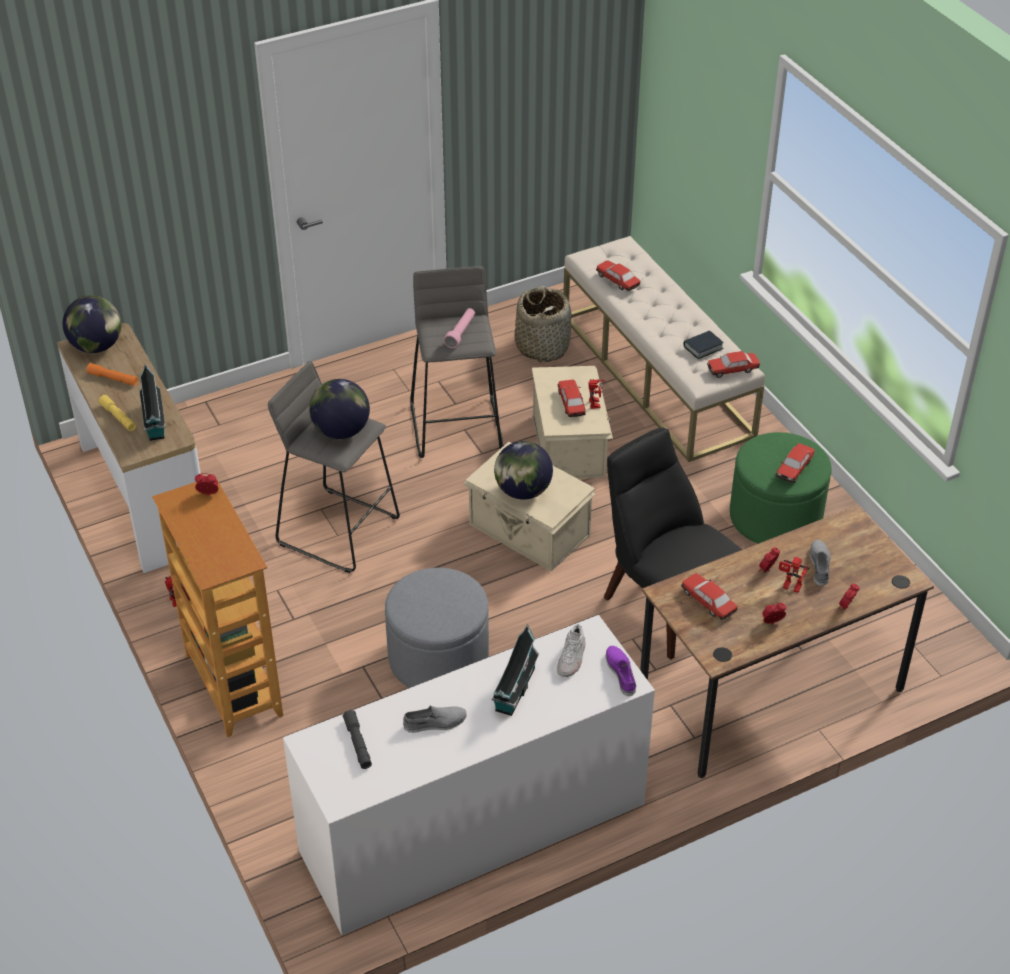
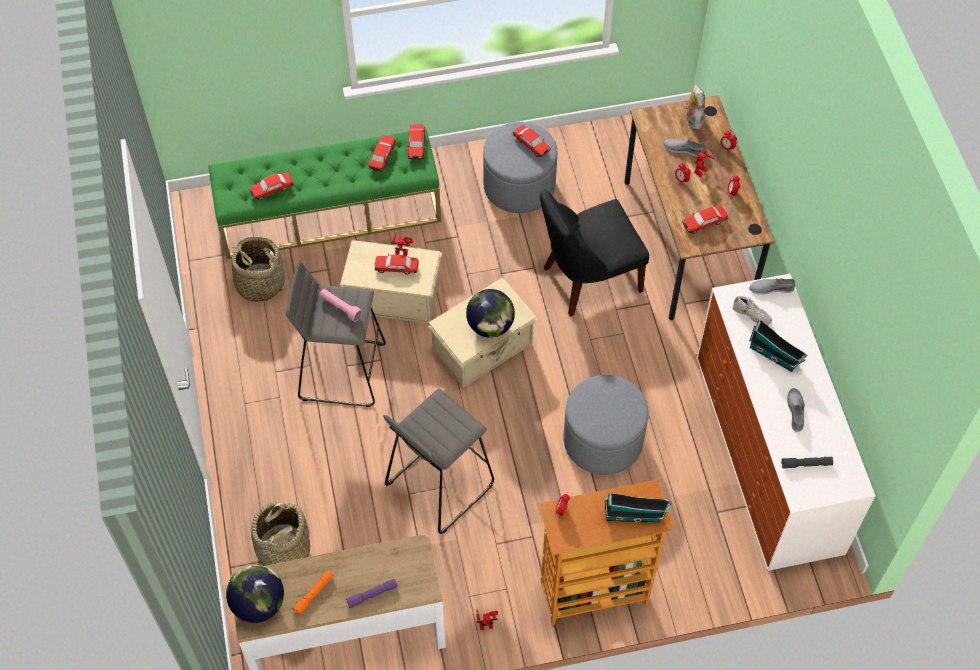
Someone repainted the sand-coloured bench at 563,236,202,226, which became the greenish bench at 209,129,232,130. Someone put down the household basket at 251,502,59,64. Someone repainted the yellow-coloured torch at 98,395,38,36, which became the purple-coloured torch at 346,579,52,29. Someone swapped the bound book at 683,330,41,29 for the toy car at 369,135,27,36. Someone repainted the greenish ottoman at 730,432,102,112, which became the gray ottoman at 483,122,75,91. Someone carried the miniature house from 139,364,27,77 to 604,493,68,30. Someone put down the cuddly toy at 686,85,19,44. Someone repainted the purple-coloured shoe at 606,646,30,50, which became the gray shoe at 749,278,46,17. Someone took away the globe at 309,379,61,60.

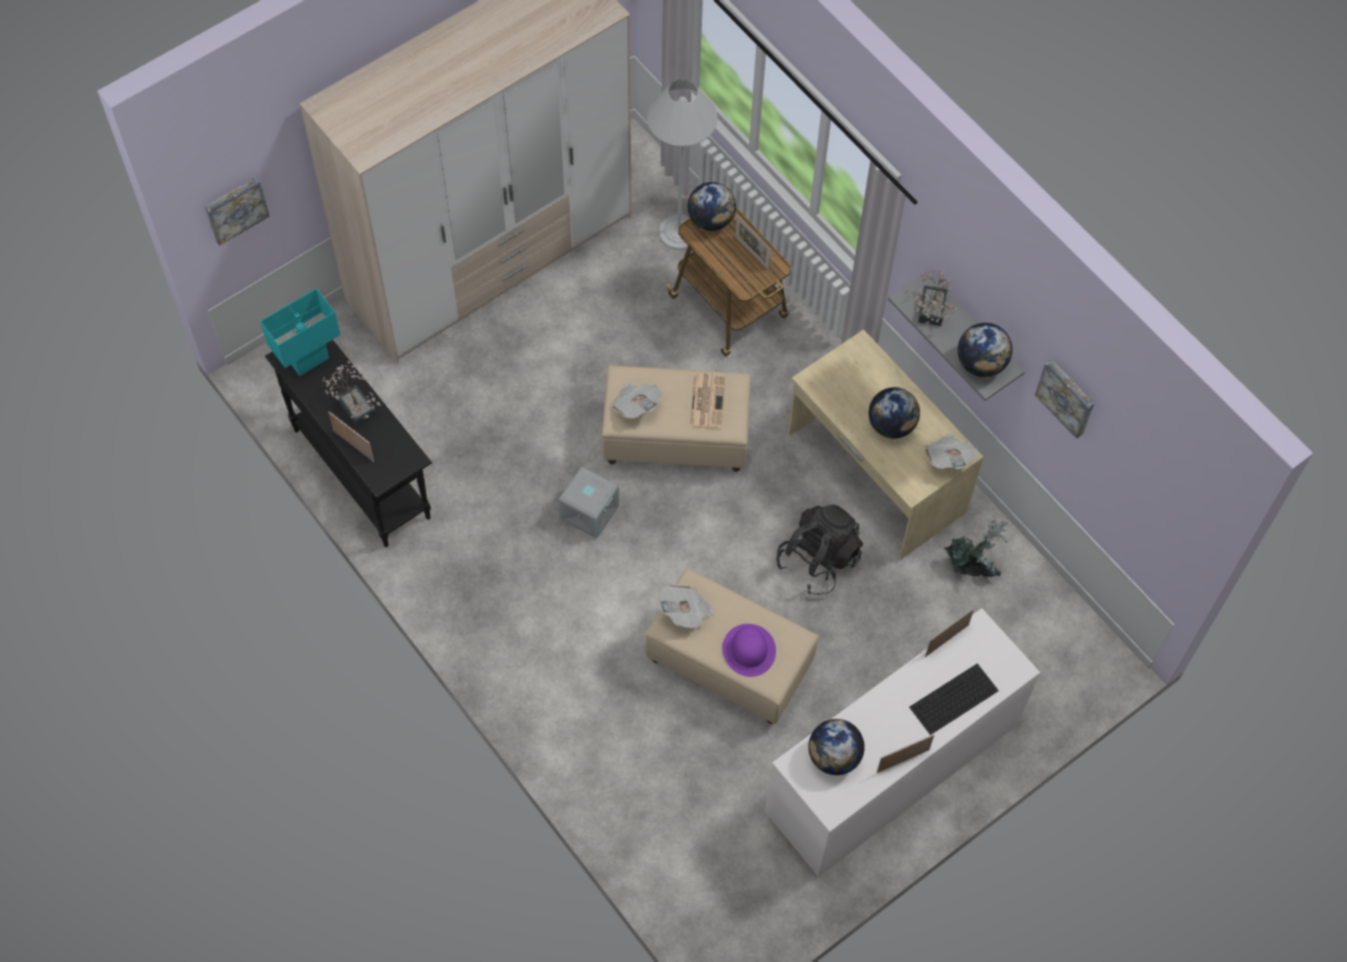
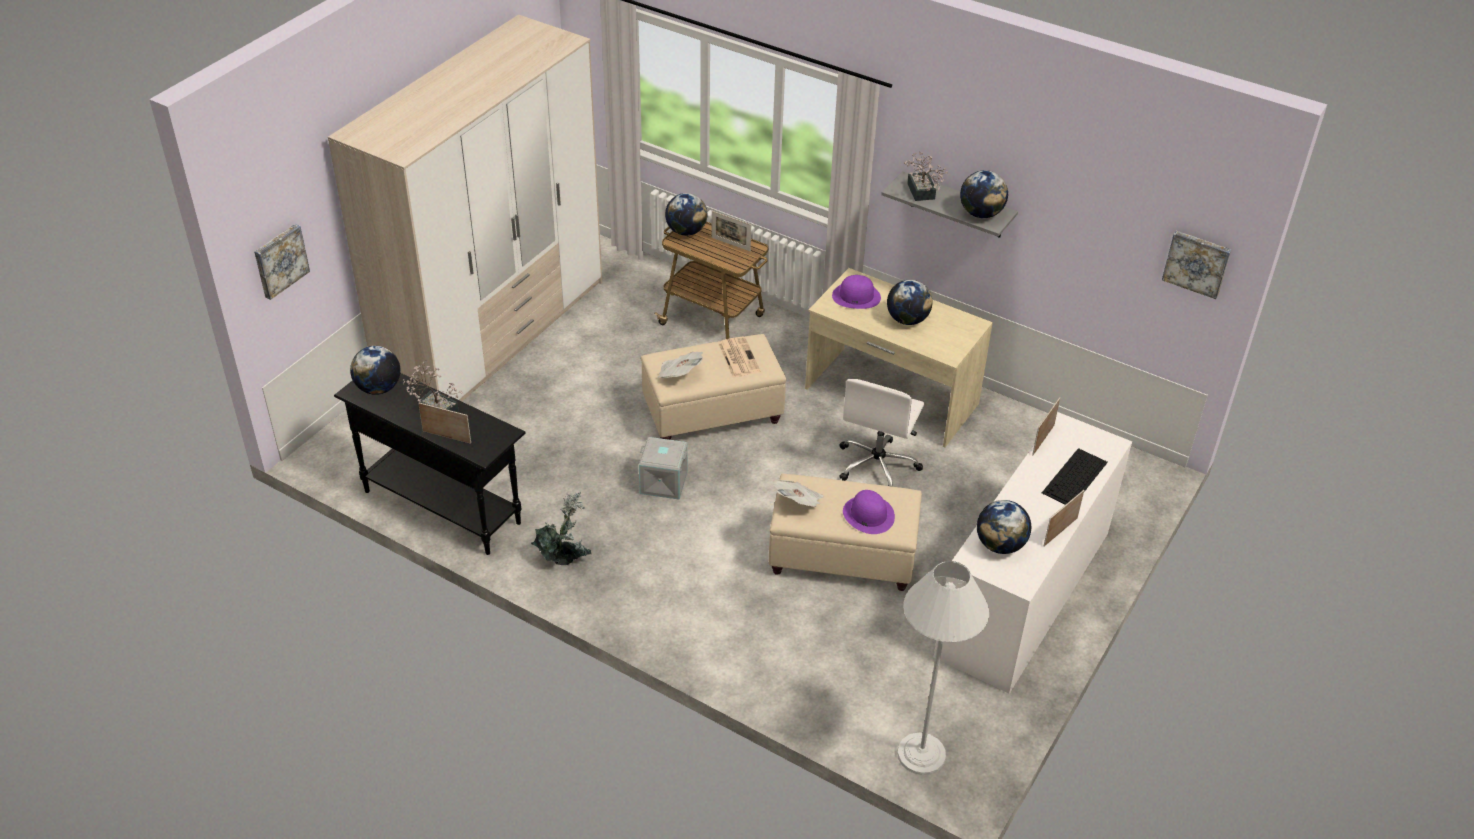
Someone swapped the blue-green tabletop lamp at 260,288,80,88 for the globe at 350,346,51,49. Someone carried the houseplant from 944,515,64,62 to 531,492,61,73. Someone put down the purple-coloured wearable hat at 832,275,49,34. Someone swapped the black backpack at 776,504,87,91 for the whitish office chair at 839,379,85,108. Someone carried the whitish floor lamp from 647,79,71,171 to 897,561,92,214. Someone carried the wall art from 1035,360,60,79 to 1162,231,70,68. Someone took away the printed paper at 925,434,53,36.

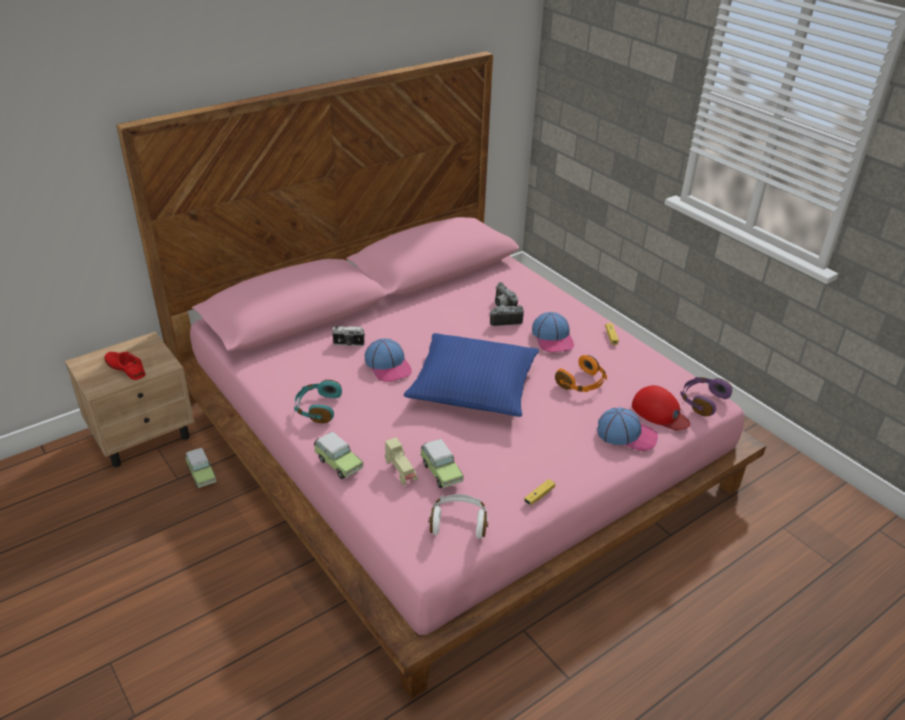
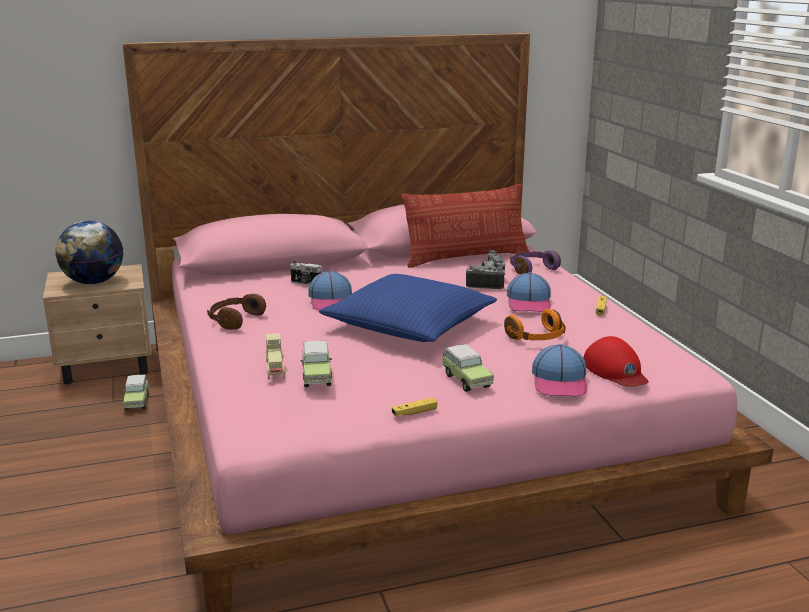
Someone swapped the red-coloured shoe at 104,352,42,28 for the globe at 56,221,67,63. Someone repainted the blue-green pair of headphones at 294,380,48,43, which became the brown pair of headphones at 207,294,59,36. Someone put down the cushion at 401,184,128,84. Someone carried the toy car from 314,431,49,48 to 442,344,52,48. Someone carried the purple-coloured pair of headphones from 680,377,52,40 to 510,250,51,25. Someone rotated the cap at 597,407,61,44 by 60 degrees clockwise. Someone took away the whitish pair of headphones at 429,494,59,45.

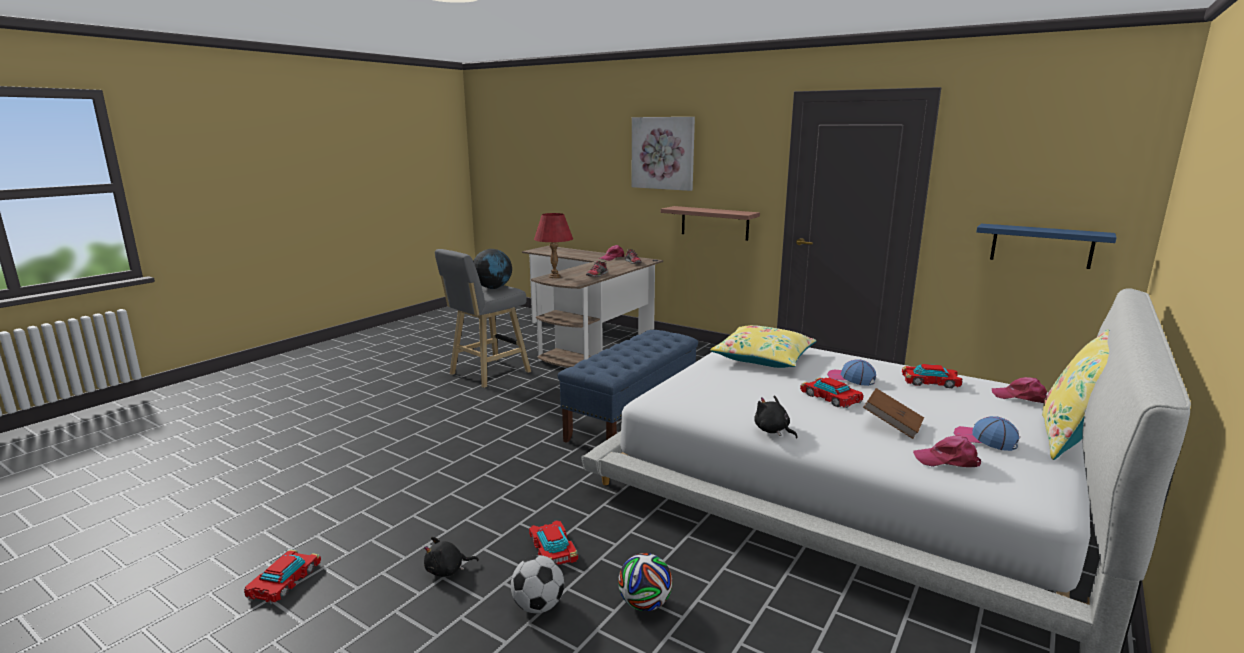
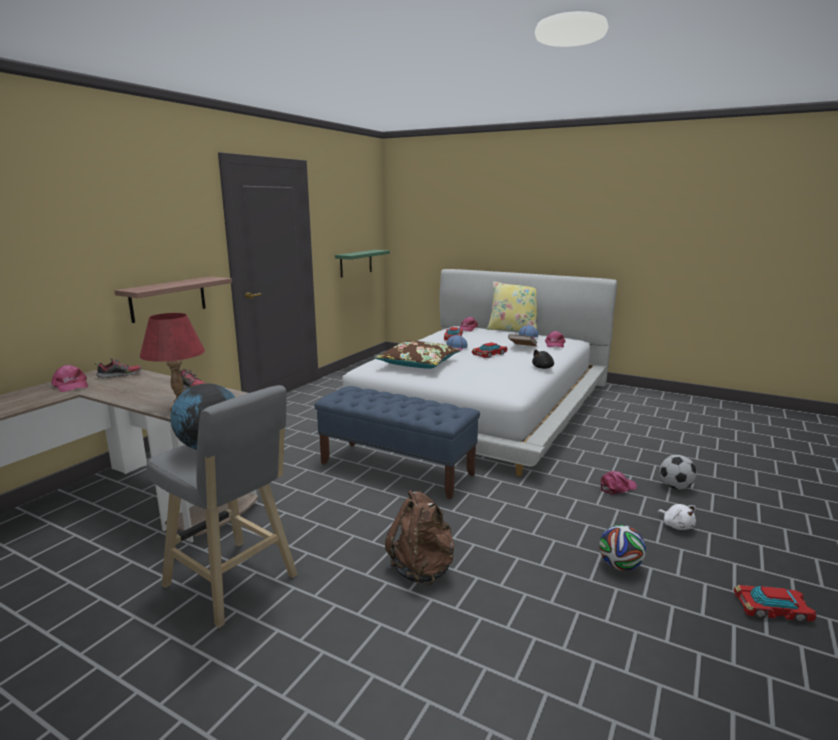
Someone repainted the blue-coloured bracket shelf at 976,224,141,45, which became the greenish bracket shelf at 335,250,55,28. Someone repainted the yellow-coloured cushion at 710,325,107,43, which became the brown cushion at 375,341,85,28. Someone put down the brown backpack at 385,490,70,95. Someone carried the ball for football from 618,553,55,58 to 599,525,47,46. Someone swapped the toy car at 529,520,49,45 for the pink-coloured cap at 601,471,36,24. Someone repainted the black cuddly toy at 424,537,55,40, which became the whitish cuddly toy at 658,504,38,26. Someone took away the wall art at 632,117,63,74.

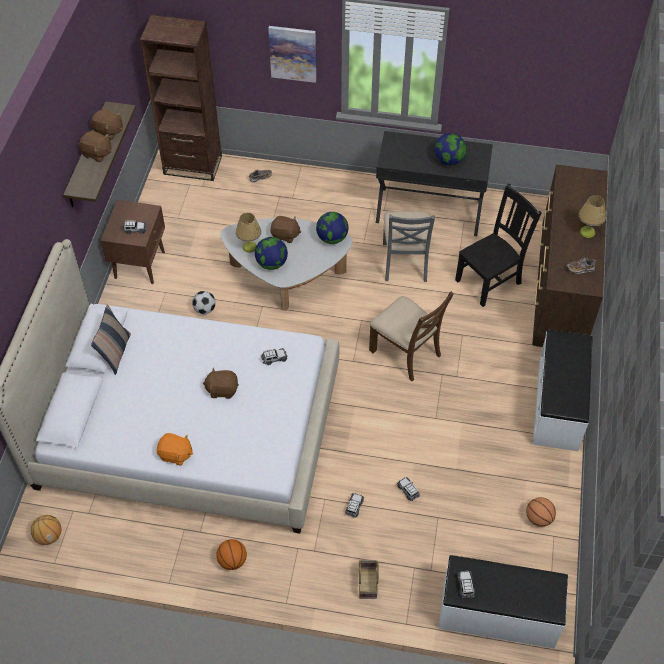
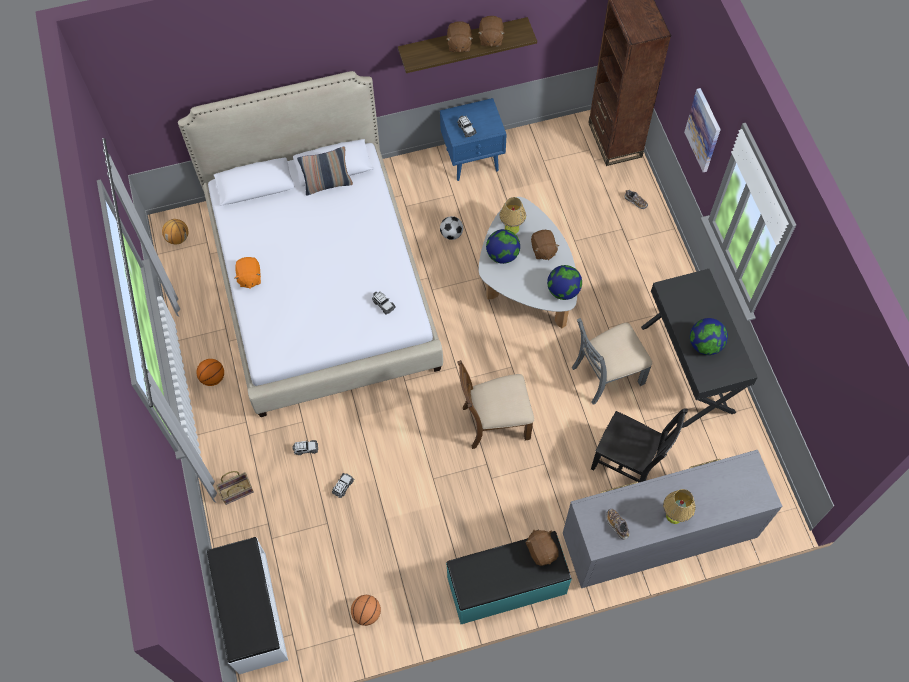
Someone repainted the brown nightstand at 100,200,65,84, which became the blue-coloured nightstand at 440,98,67,83. Someone repainted the whitish bench at 532,329,61,122, which became the blue-green bench at 446,531,126,93. Someone rotated the brown chair at 369,291,85,90 by 60 degrees clockwise. Someone carried the brown cuddly toy from 202,368,37,31 to 525,530,34,36. Someone repainted the brown chest of drawers at 532,165,76,182, which became the gray chest of drawers at 563,450,219,138. Someone took away the toy car at 457,570,18,29.

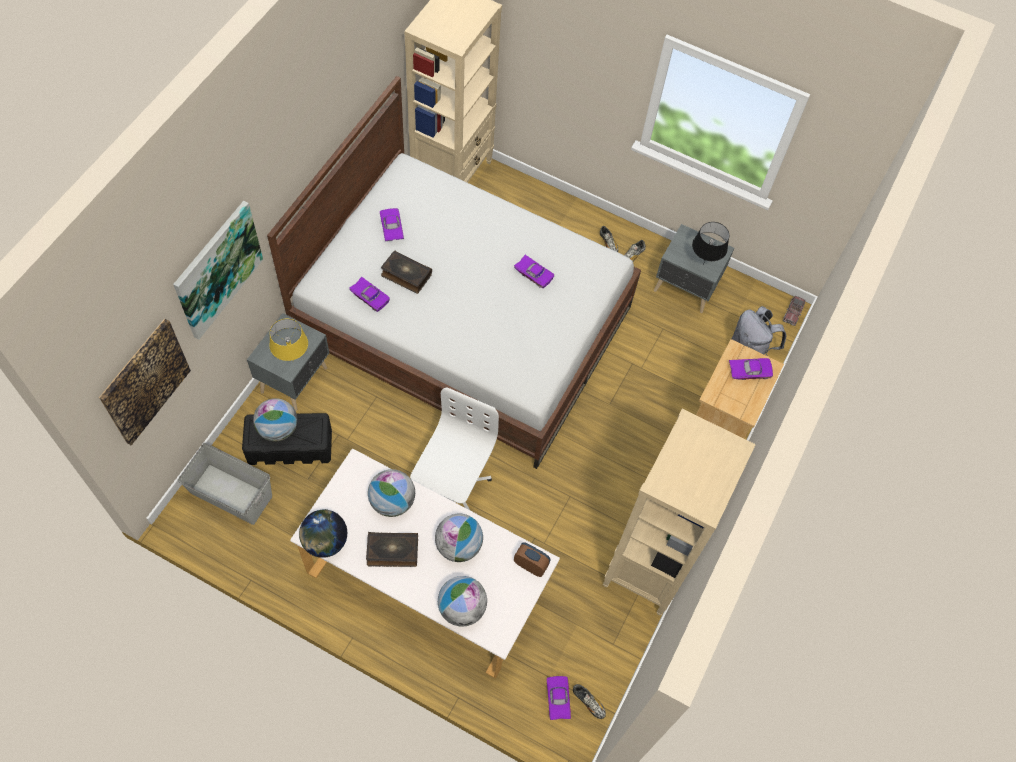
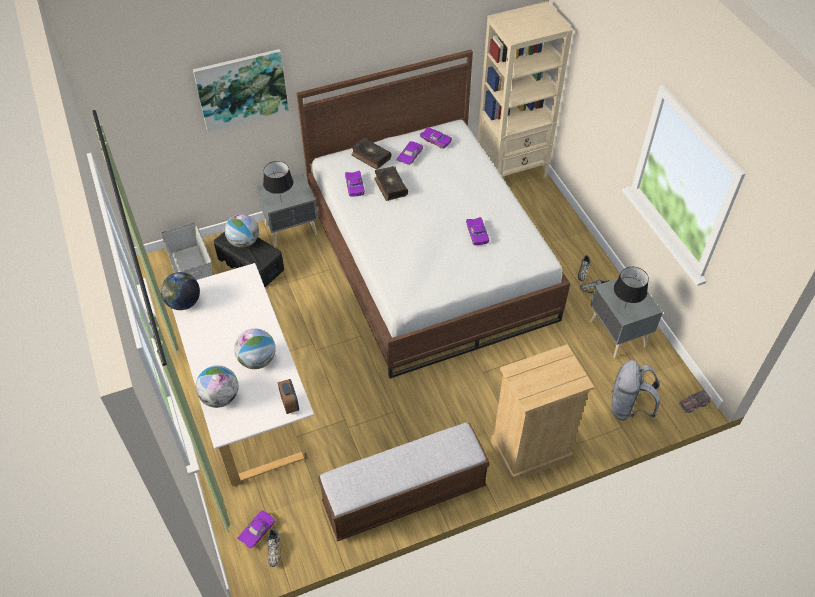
Someone repainted the yellow-coloured tabletop lamp at 269,319,39,42, which became the black tabletop lamp at 263,161,30,37. Someone swapped the sand-coloured bookshelf at 603,409,153,207 for the bench at 318,423,172,118. Someone carried the bound book from 366,532,52,35 to 351,138,40,32. Someone carried the purple-coloured toy car from 729,358,44,22 to 420,127,32,21. Someone took away the wall art at 99,318,92,127. Someone took away the globe at 368,469,47,48. Someone took away the whitish office chair at 410,387,89,123.

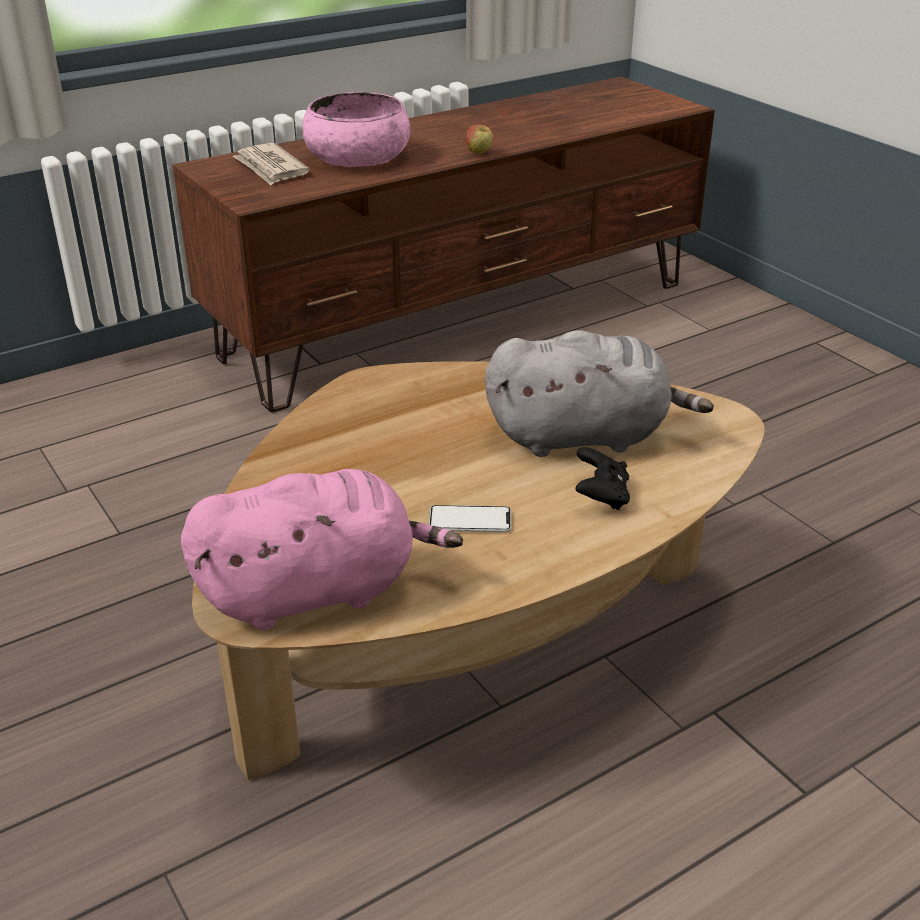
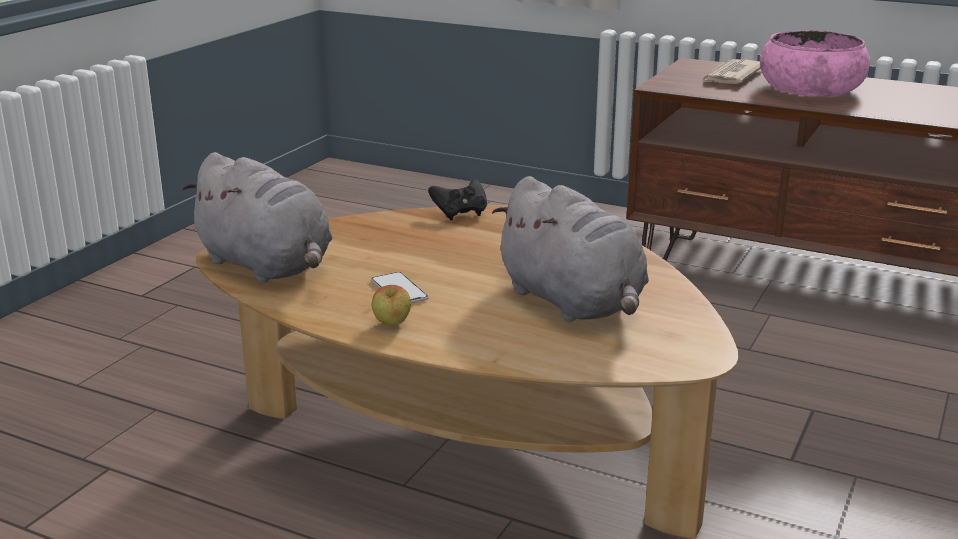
Someone repainted the pink-coloured cuddly toy at 181,469,282,161, which became the gray cuddly toy at 182,152,150,131. Someone carried the apple fruit from 466,124,27,30 to 372,285,39,41. Someone carried the black gamepad from 575,447,55,63 to 428,180,59,41.

